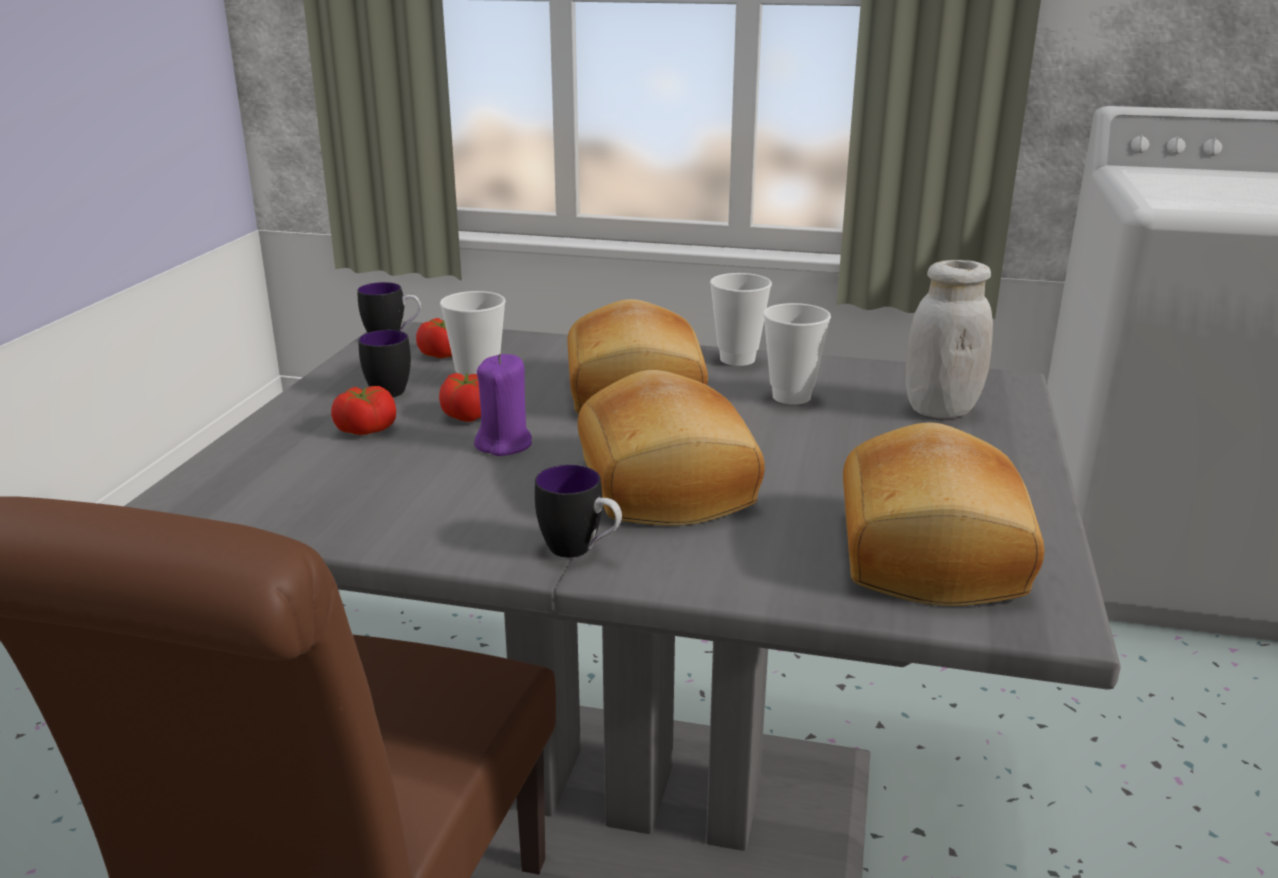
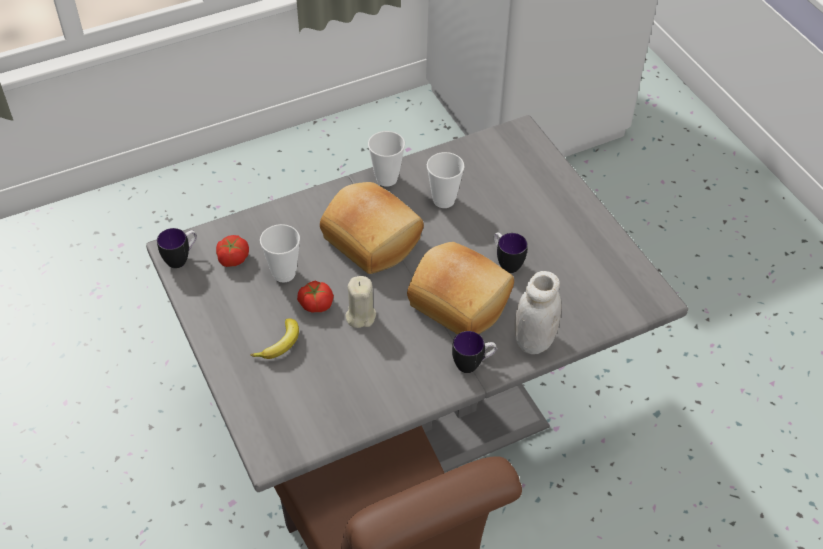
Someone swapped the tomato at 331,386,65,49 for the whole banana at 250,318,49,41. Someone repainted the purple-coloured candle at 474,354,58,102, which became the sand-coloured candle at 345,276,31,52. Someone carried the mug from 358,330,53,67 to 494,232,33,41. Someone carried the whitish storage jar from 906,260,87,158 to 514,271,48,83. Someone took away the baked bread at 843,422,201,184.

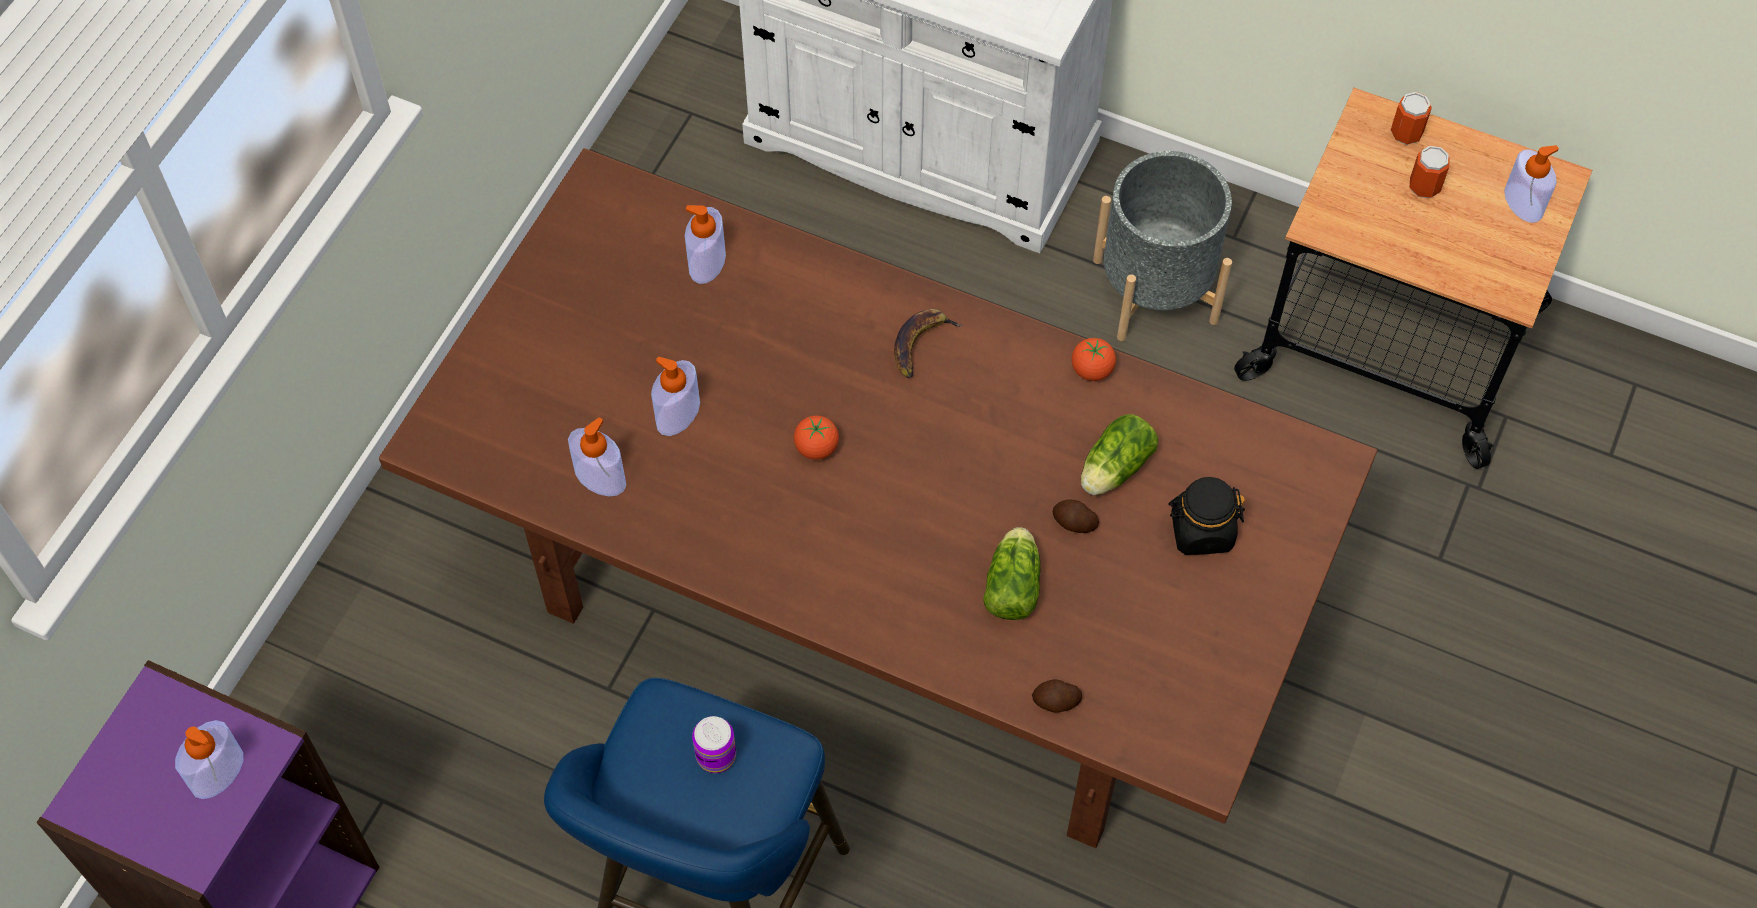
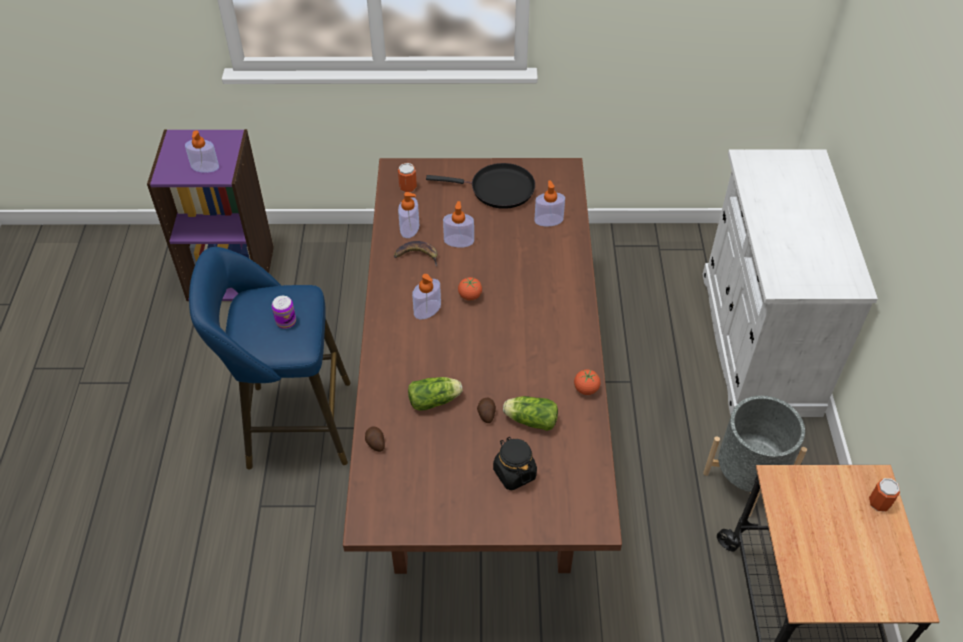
Someone carried the whole banana from 894,309,69,69 to 394,241,43,26. Someone carried the can from 1410,146,40,52 to 398,163,19,30. Someone carried the liquid soap bottle from 1504,145,55,78 to 412,274,29,45. Someone put down the black pan at 426,163,109,46.

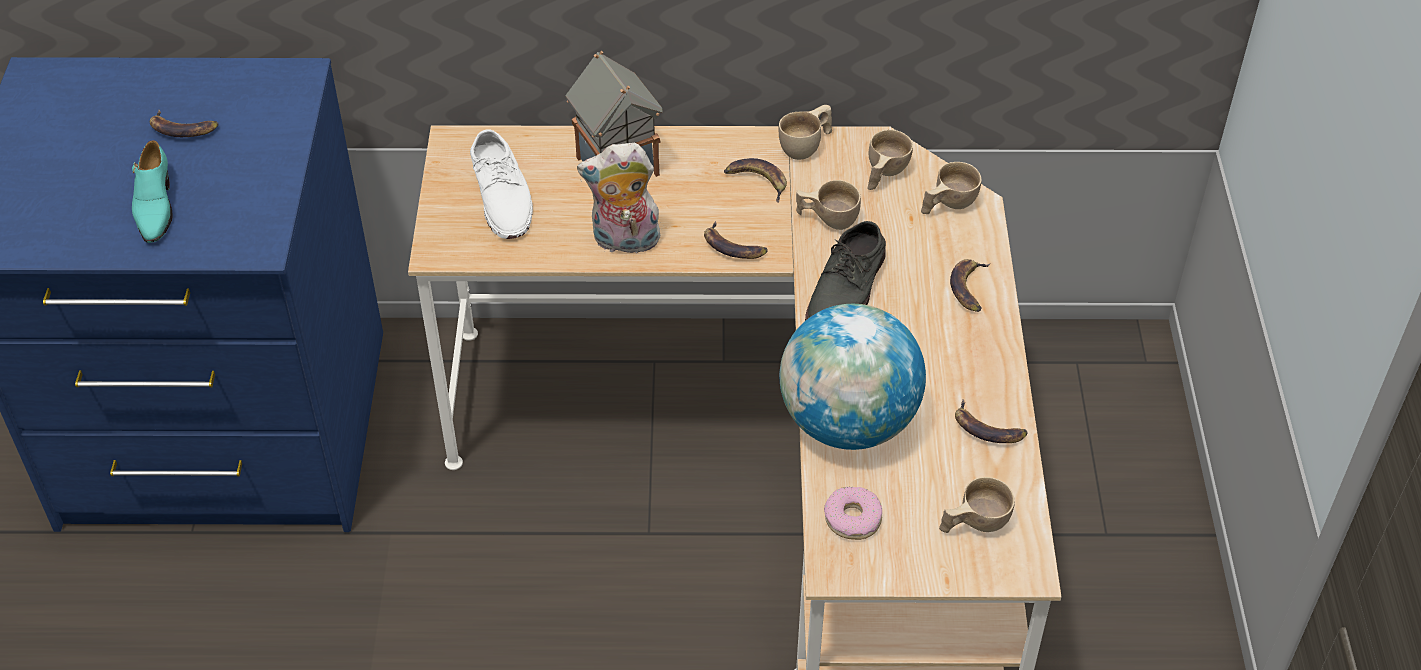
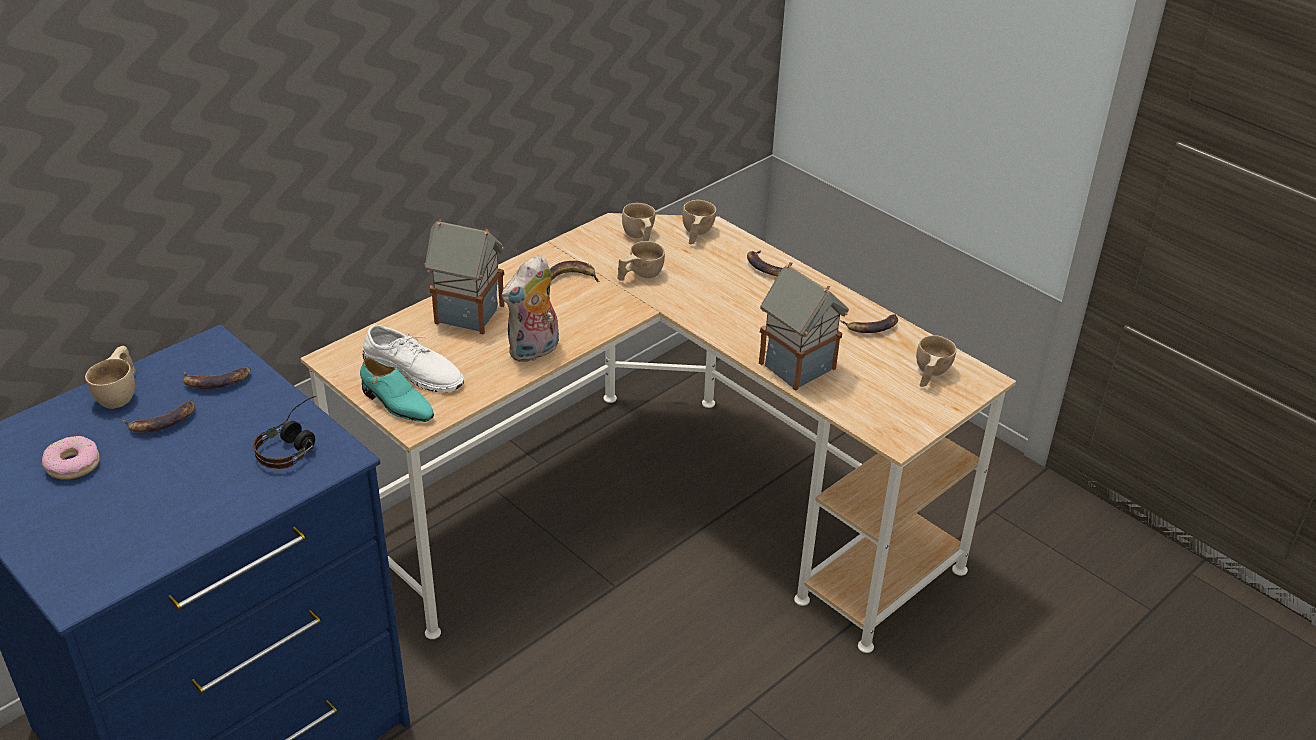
Someone carried the donut from 824,487,58,53 to 42,436,57,44. Someone carried the sand-coloured cup from 779,105,53,55 to 85,346,51,63. Someone carried the whole banana from 704,221,64,38 to 183,367,68,22. Someone put down the pair of headphones at 253,396,63,73. Someone carried the blue-green shoe from 132,140,41,103 to 360,358,74,64. Someone swapped the globe at 779,304,147,146 for the miniature house at 759,262,90,129. Someone took away the gray shoe at 805,221,81,100.

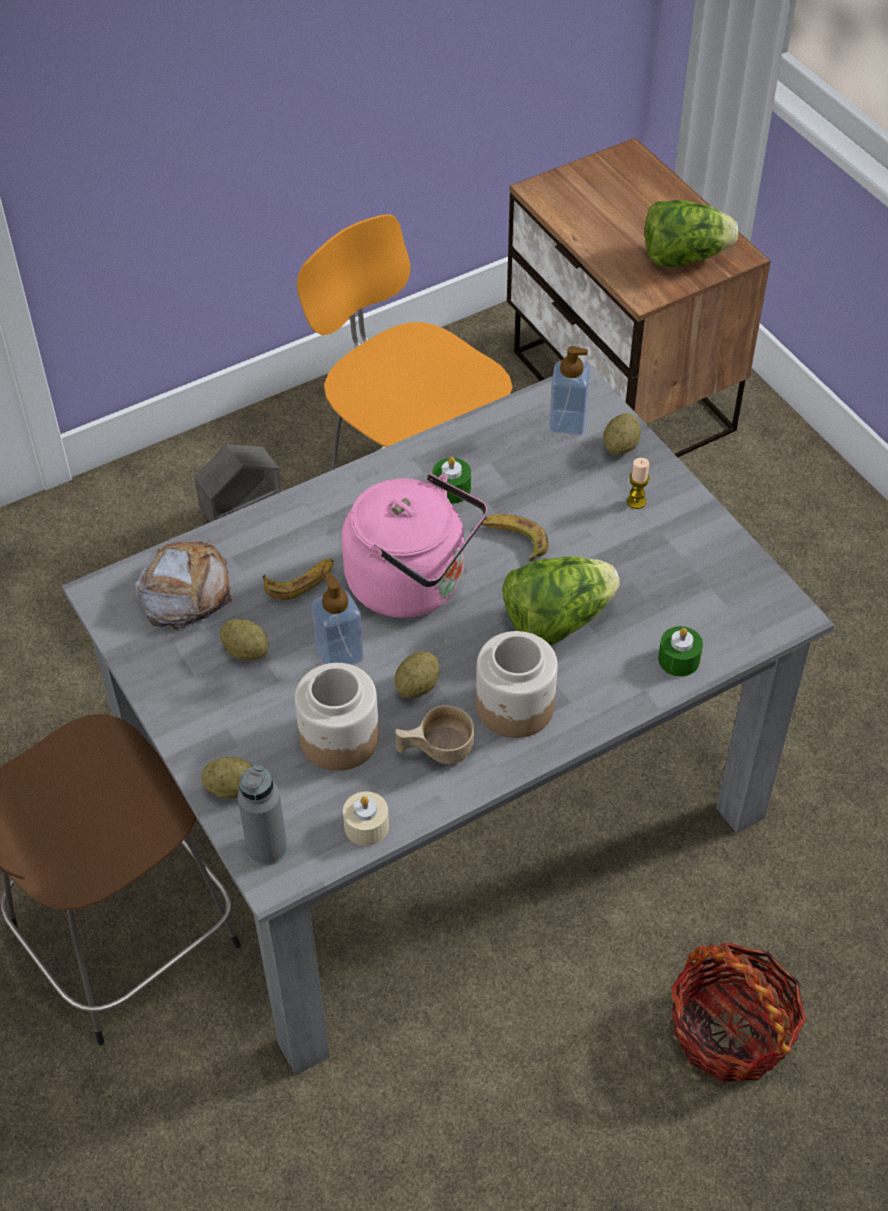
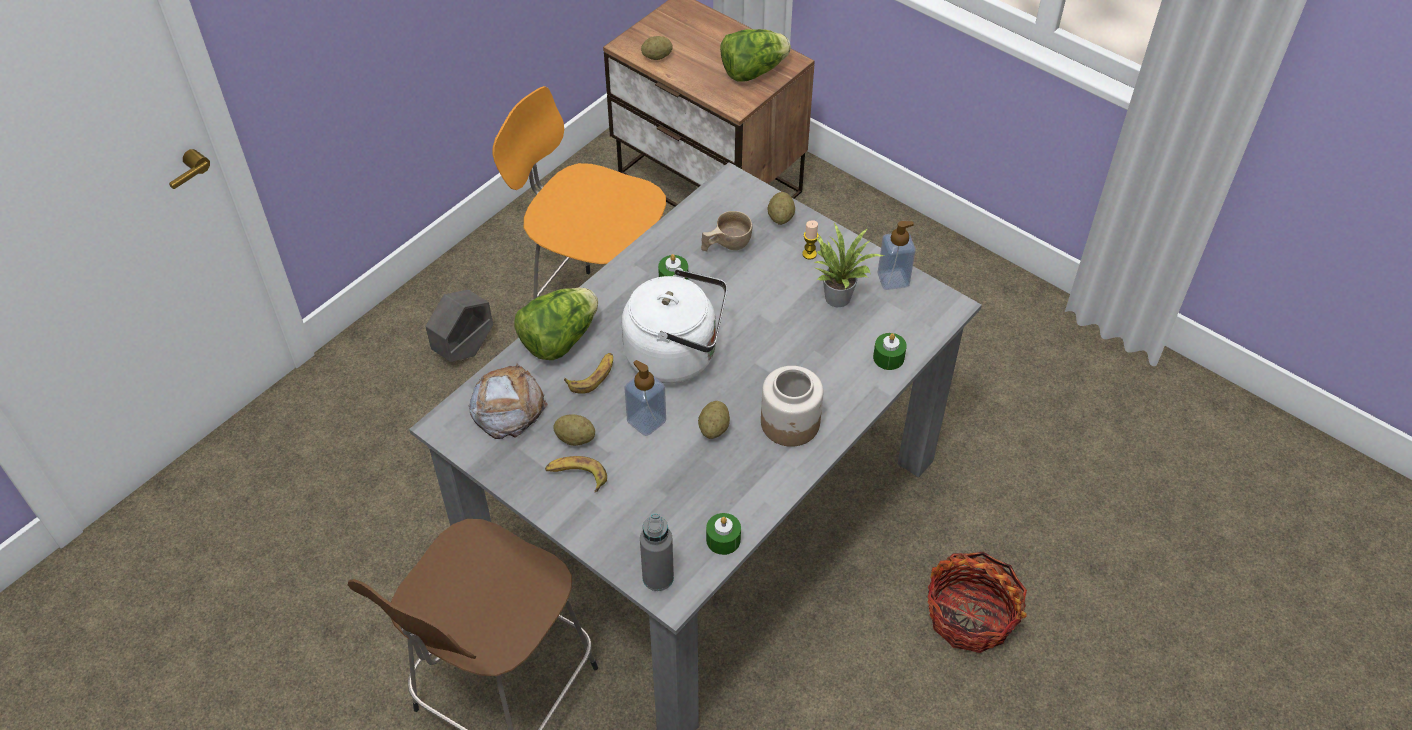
Someone carried the lettuce from 502,556,118,89 to 514,288,84,72. Someone carried the whole banana from 481,514,68,47 to 545,456,62,36. Someone repainted the pink-coloured tea kettle at 342,473,145,145, which became the whitish tea kettle at 622,268,105,116. Someone carried the spud from 201,757,52,43 to 641,36,32,24. Someone carried the sand-coloured cup from 395,705,80,59 to 701,211,51,41. Someone repainted the sand-coloured candle at 343,791,46,55, which became the greenish candle at 706,513,35,42. Someone put down the houseplant at 813,222,71,85. Someone carried the liquid soap bottle from 549,346,42,89 to 878,221,38,69. Someone took away the storage jar at 295,663,84,108.

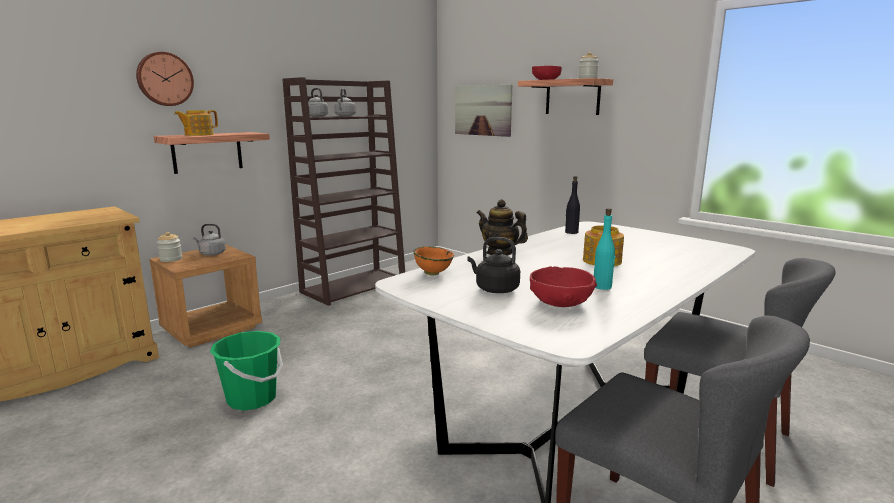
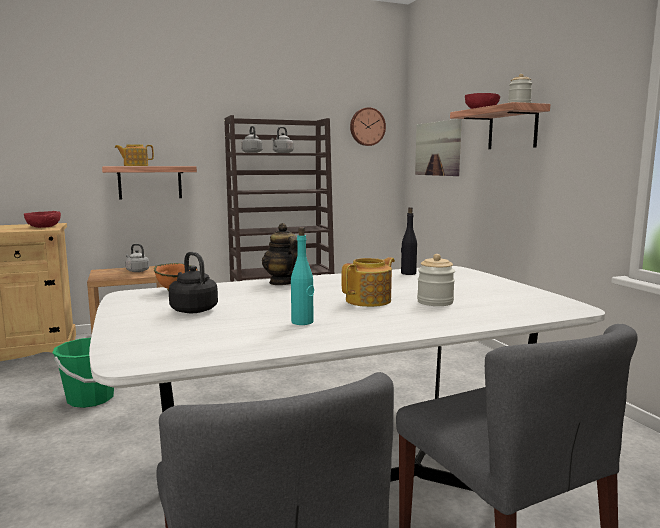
Someone carried the red-coloured bowl from 530,266,67,41 to 24,211,37,17. Someone carried the hanging clock from 136,52,58,54 to 350,107,36,39. Someone carried the storage jar from 157,232,25,30 to 417,254,38,52.

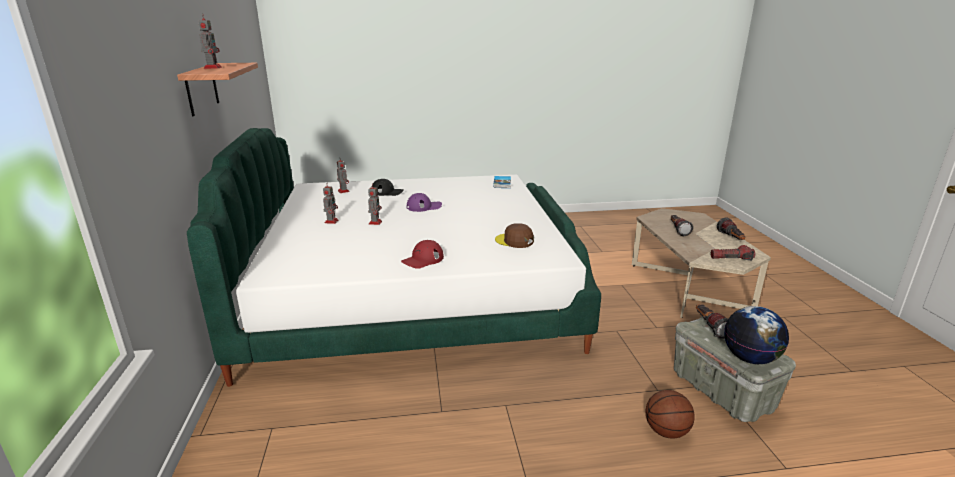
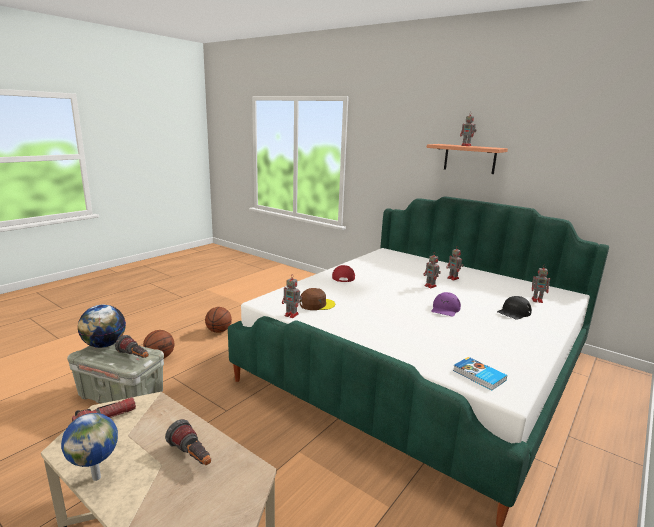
Someone swapped the torch at 717,218,28,22 for the globe at 61,413,57,68. Someone put down the basketball at 205,307,27,26. Someone put down the model robot at 282,277,20,41.

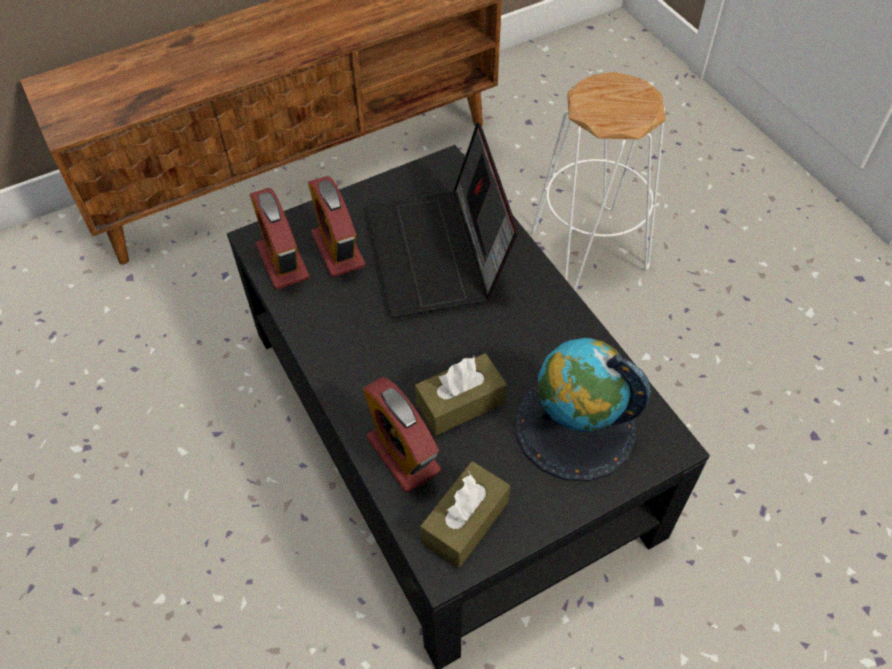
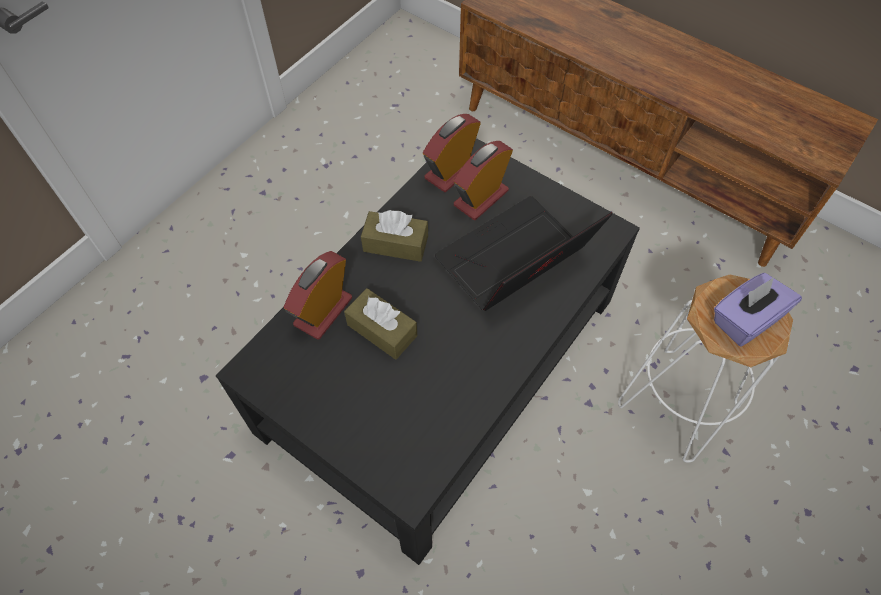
Someone carried the brown tissue holder from 420,461,90,107 to 361,210,67,52. Someone put down the purple-coloured tissue holder at 714,273,88,74. Someone took away the globe at 516,338,135,144.

